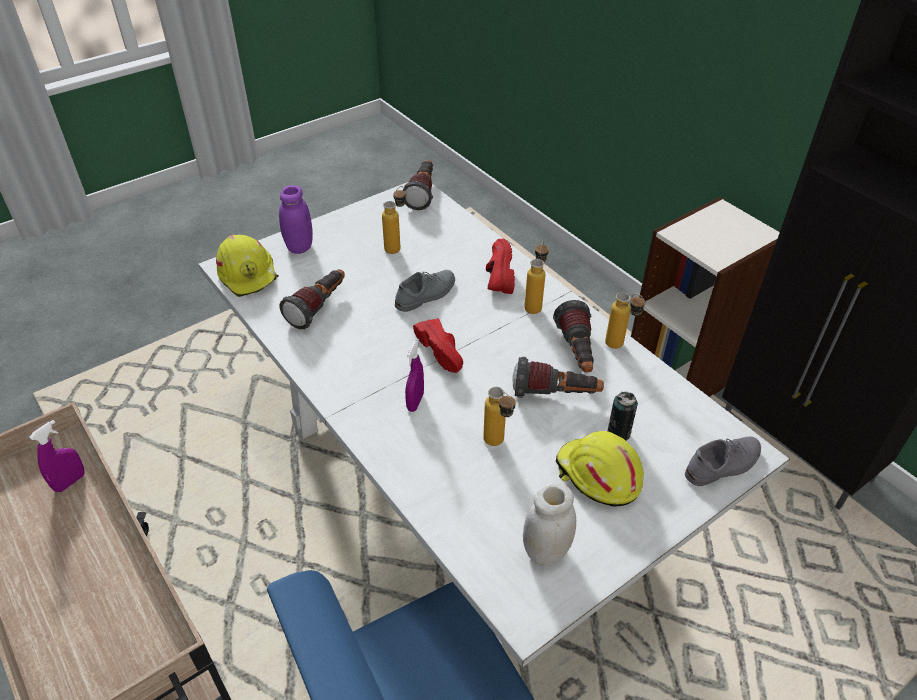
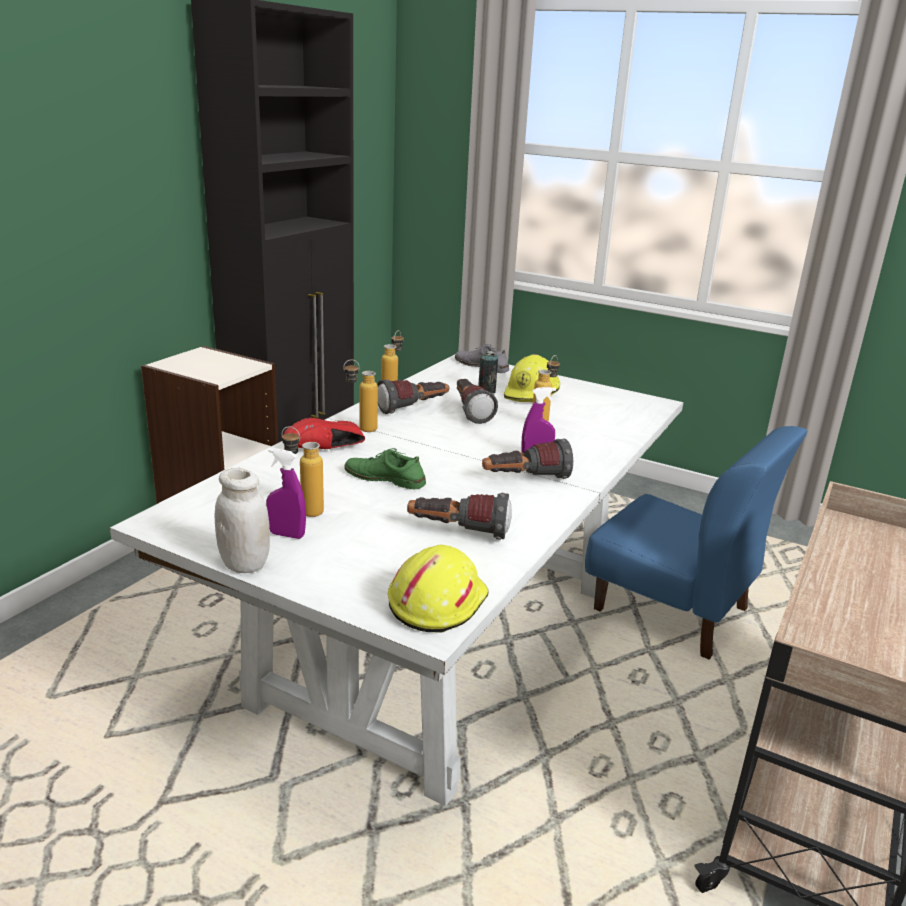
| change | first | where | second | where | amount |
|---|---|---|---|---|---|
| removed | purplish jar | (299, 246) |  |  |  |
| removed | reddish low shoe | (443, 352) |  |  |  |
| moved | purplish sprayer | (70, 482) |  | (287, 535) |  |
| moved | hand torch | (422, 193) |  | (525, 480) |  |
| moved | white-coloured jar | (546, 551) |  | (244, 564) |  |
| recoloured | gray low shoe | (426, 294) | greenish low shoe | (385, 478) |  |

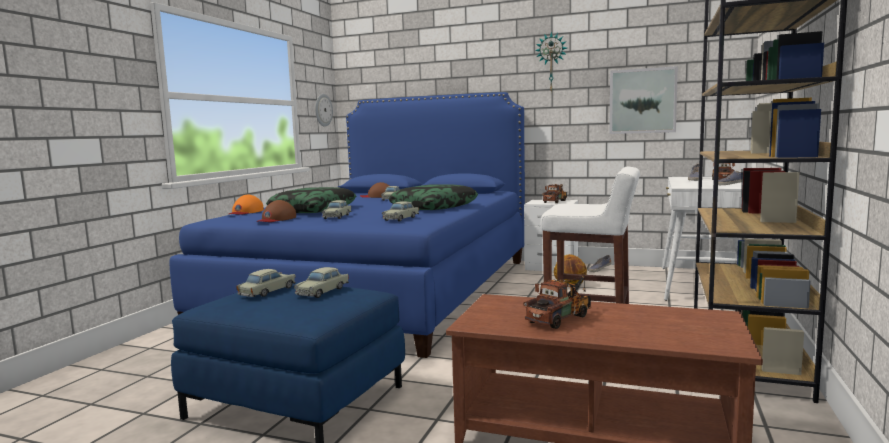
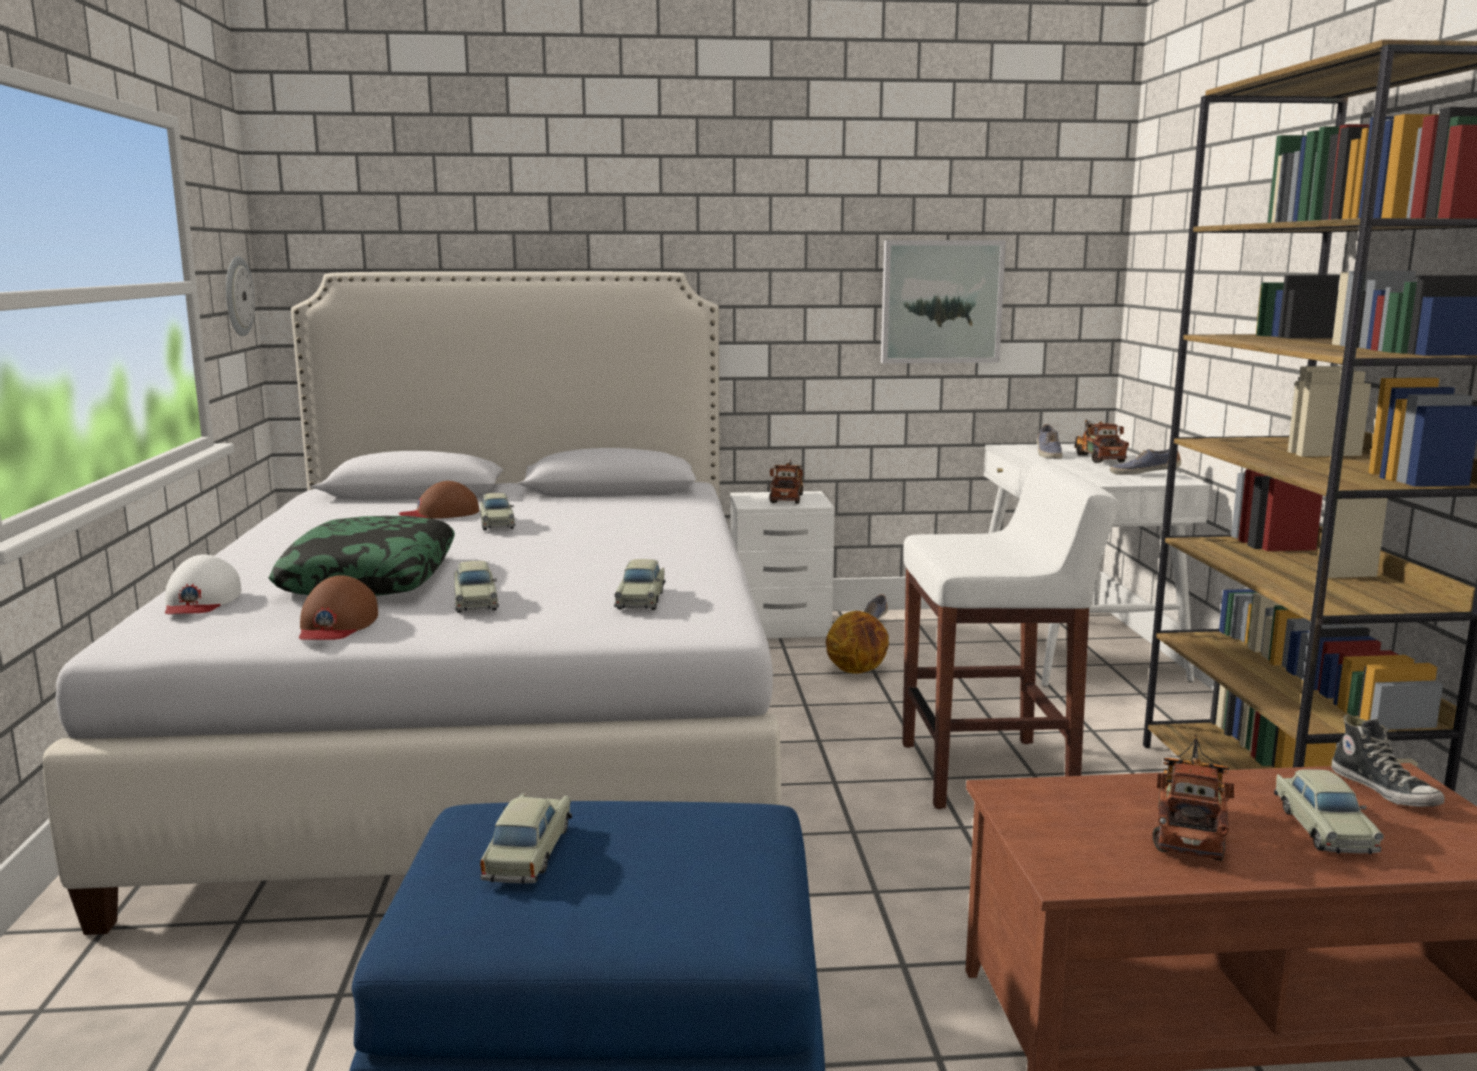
| change | first | where | second | where | amount |
|---|---|---|---|---|---|
| removed | pillow | (434, 206) |  |  |  |
| removed | wall clock | (551, 63) |  |  |  |
| added |  |  | low shoe | (1385, 790) |  |
| moved | sand-coloured model car | (323, 291) |  | (1323, 828) |  |
| recoloured | blue bedroom bed | (382, 290) | white-coloured bedroom bed | (490, 729) |  |
| recoloured | orange baseball cap | (245, 212) | white-coloured baseball cap | (201, 600) |  |

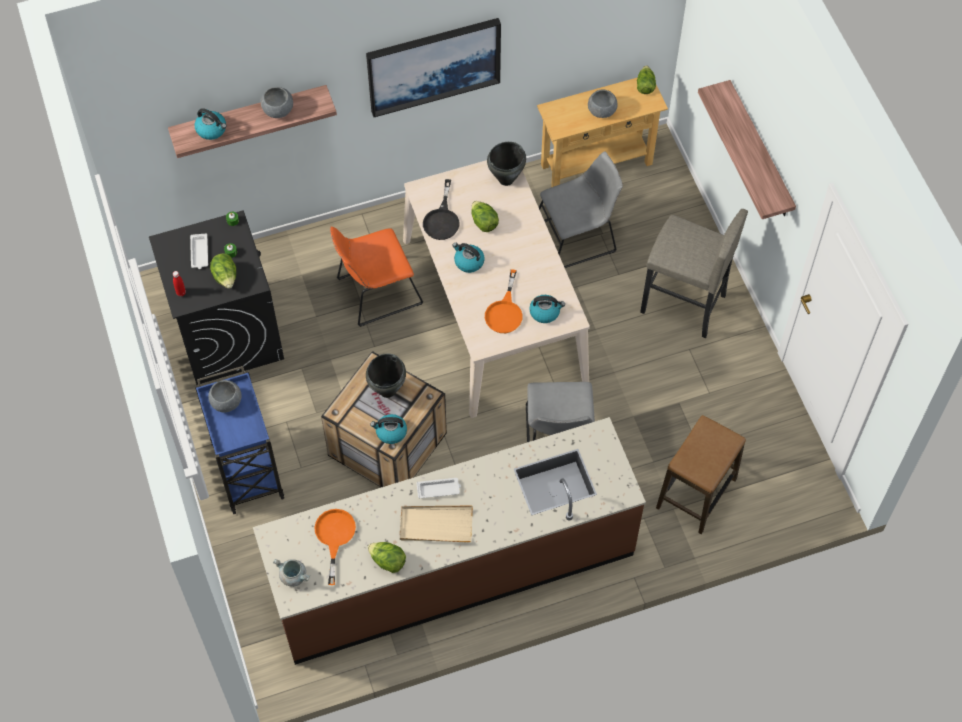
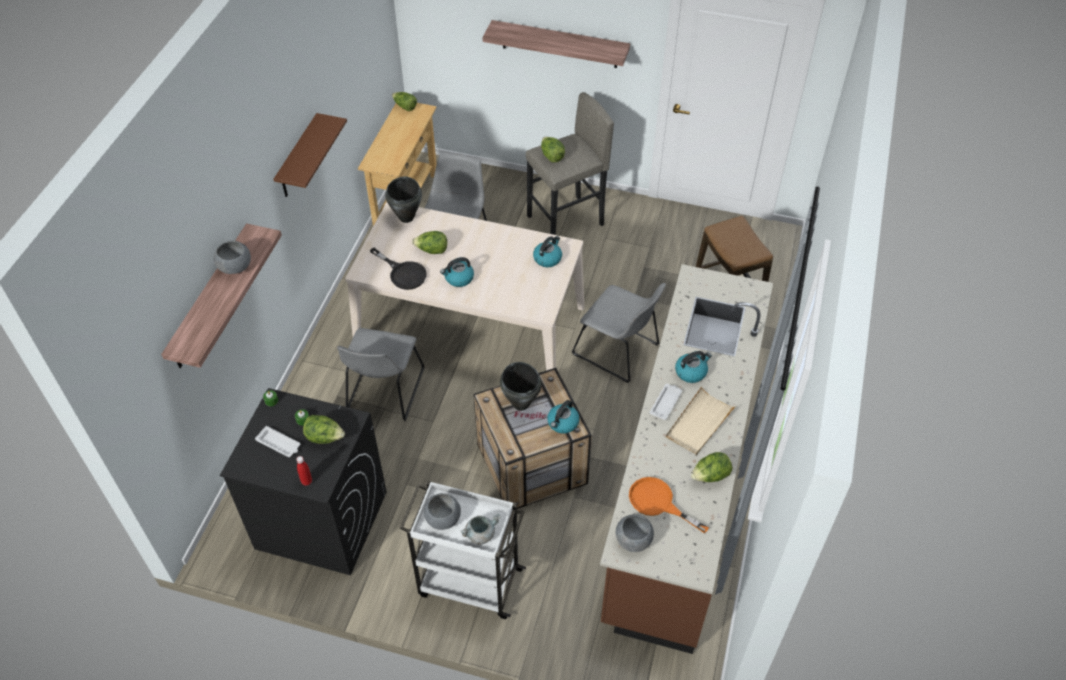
| change | first | where | second | where | amount |
|---|---|---|---|---|---|
| removed | orange skillet | (505, 312) |  |  |  |
| added |  |  | lettuce head | (551, 156) |  |
| moved | kettle | (212, 129) |  | (691, 372) |  |
| moved | gray stockpot | (294, 576) |  | (480, 534) |  |
| moved | gray bowl | (602, 111) |  | (633, 540) |  |
| replaced | picture | (433, 65) | brown-coloured shelf | (298, 158) |  |
| recoloured | blue cart | (246, 468) | white-coloured cart | (468, 582) |  |
| recoloured | orange plain chair | (376, 292) | gray plain chair | (384, 392) |  |

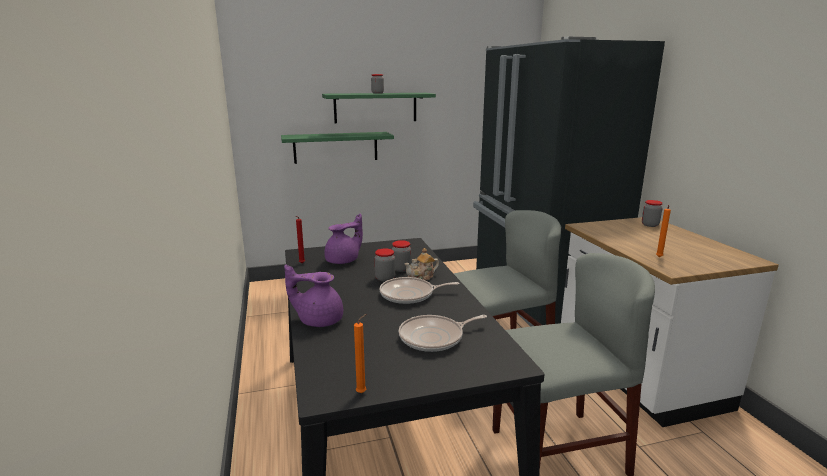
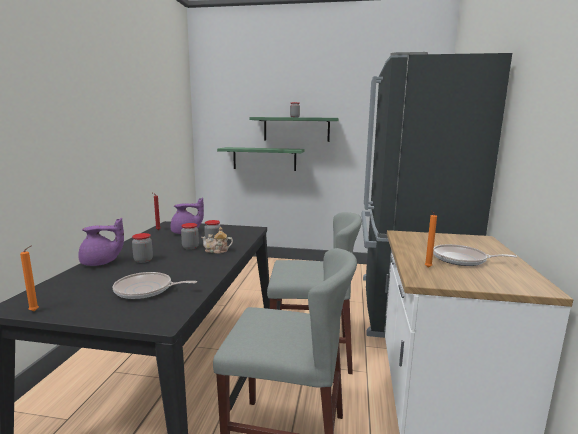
| change | first | where | second | where | amount |
|---|---|---|---|---|---|
| moved | skillet | (410, 295) |  | (462, 259) |  |
| moved | jar | (650, 225) |  | (143, 260) |  |
| turned | purplish tea pot | (319, 320) |  | (101, 263) | 135 degrees clockwise |

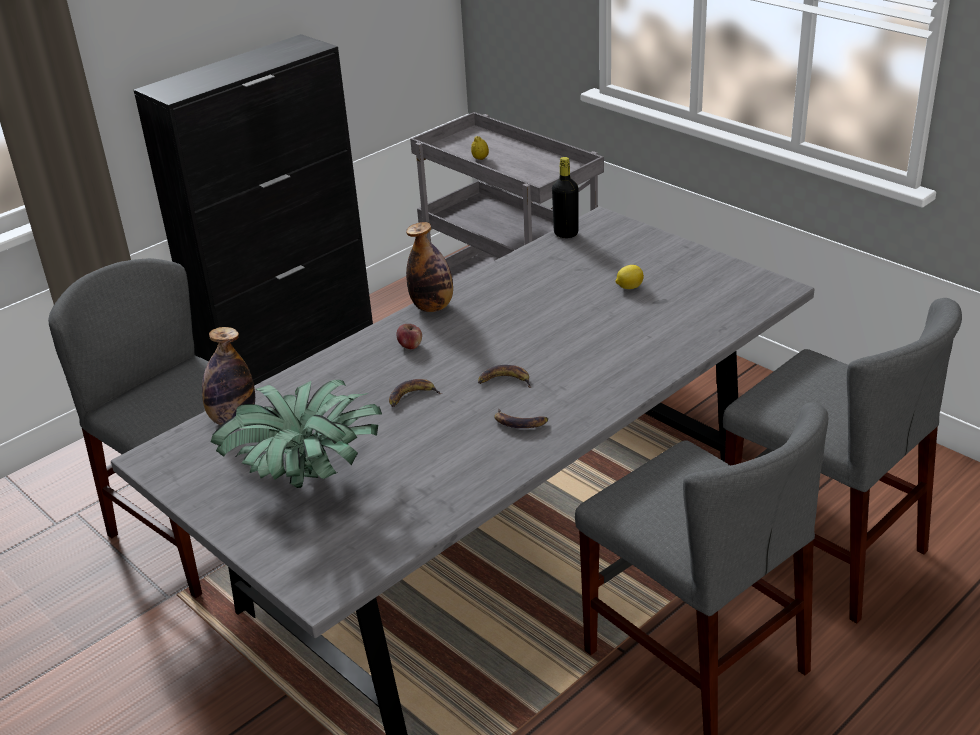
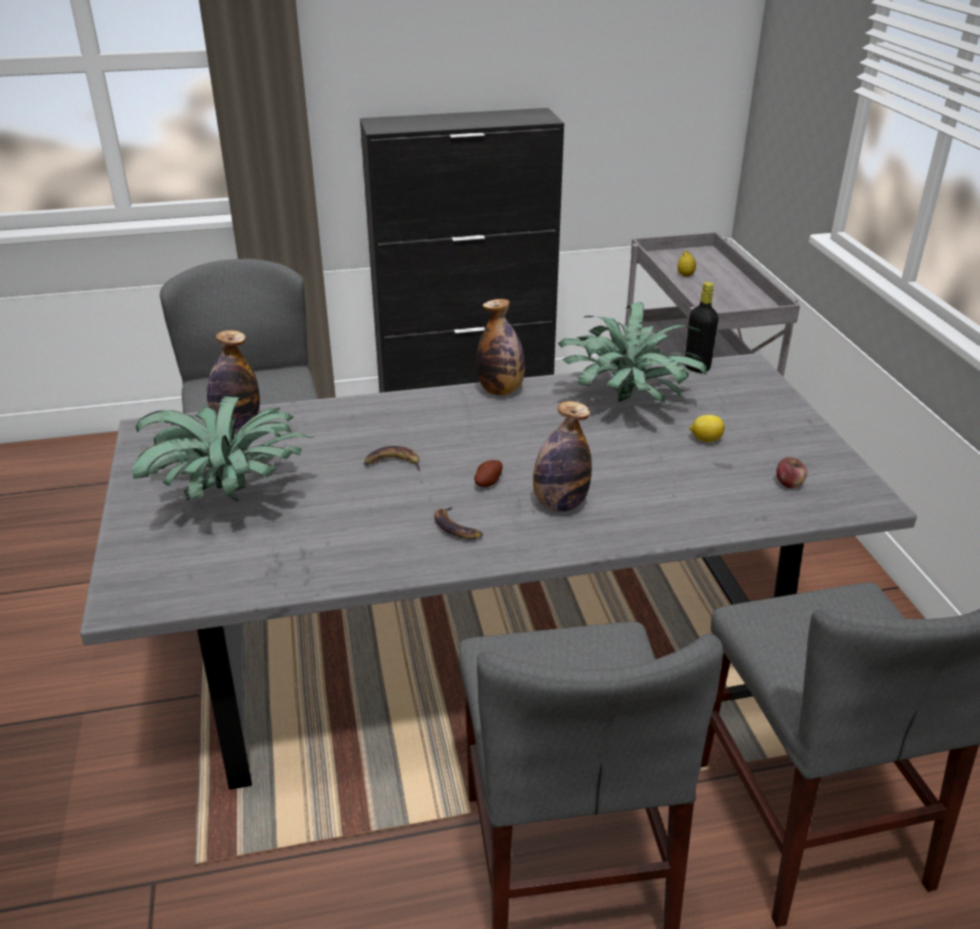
| change | first | where | second | where | amount |
|---|---|---|---|---|---|
| added |  |  | beverage bottle | (559, 504) |  |
| added |  |  | houseplant | (629, 402) |  |
| moved | whole apple | (410, 346) |  | (789, 483) |  |
| replaced | banana | (504, 381) | spud | (487, 482) |  |

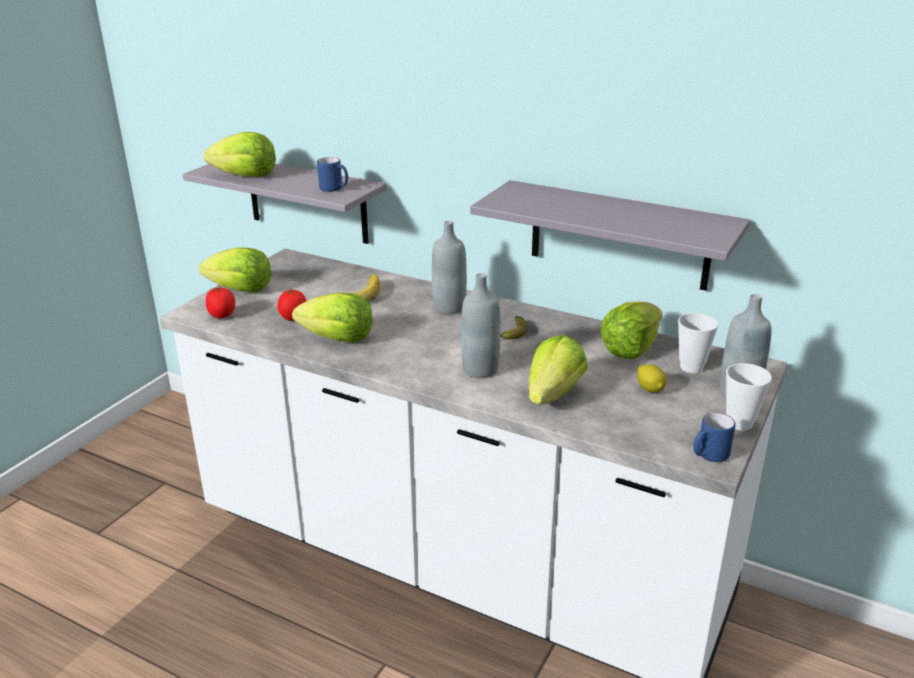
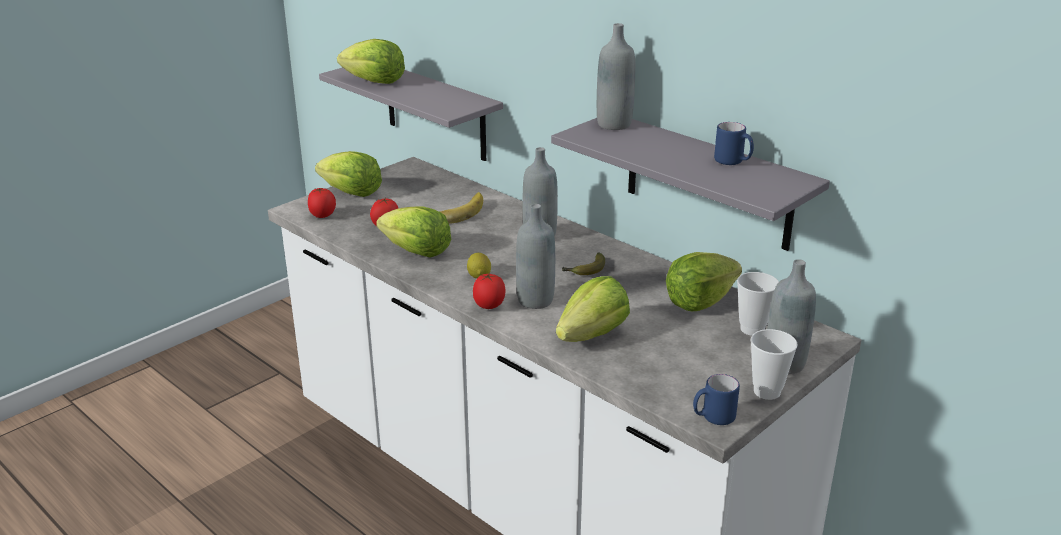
| change | first | where | second | where | amount |
|---|---|---|---|---|---|
| added |  |  | fresh tomato | (489, 306) |  |
| added |  |  | gray beverage bottle | (614, 124) |  |
| moved | blue tea mug | (334, 189) |  | (733, 162) |  |
| moved | whole lemon | (650, 389) |  | (479, 276) |  |

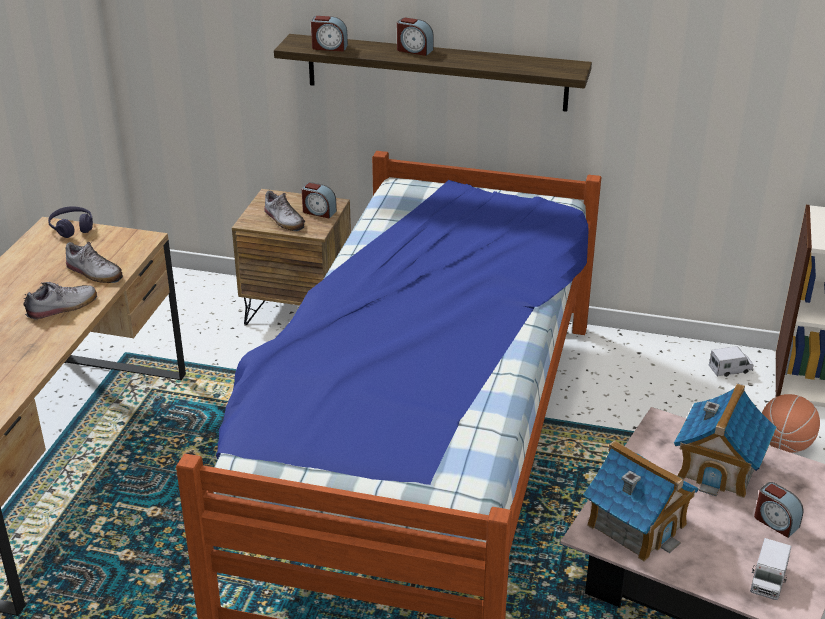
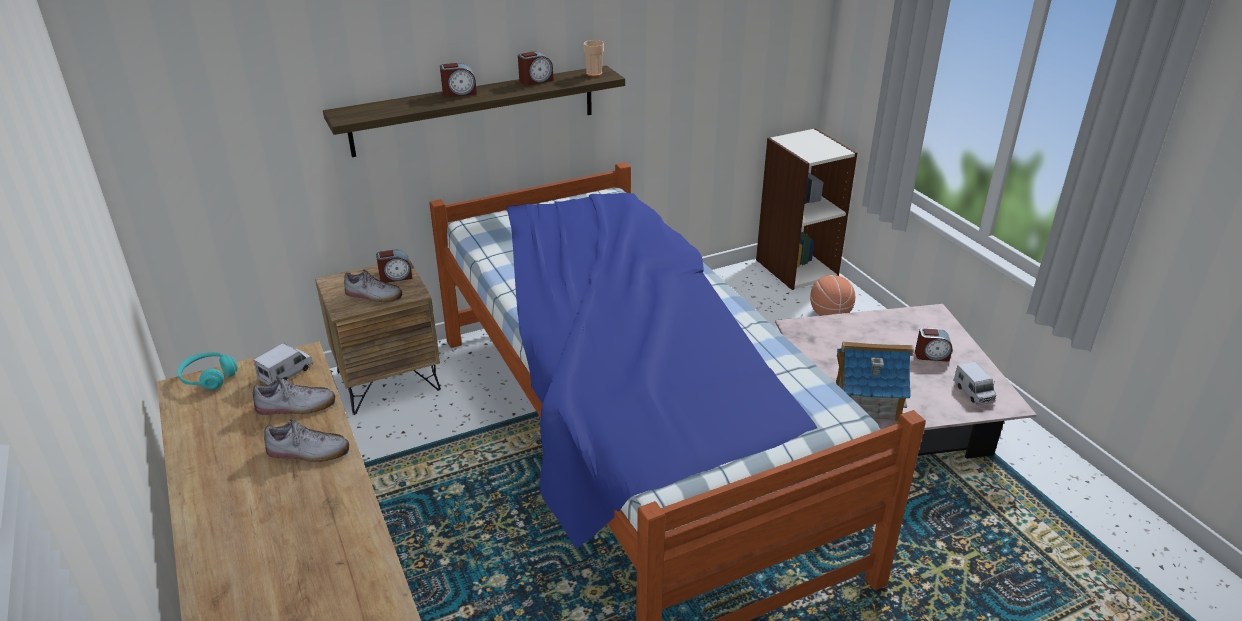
| change | first | where | second | where | amount |
|---|---|---|---|---|---|
| removed | model house | (719, 467) |  |  |  |
| added |  |  | cup | (594, 74) |  |
| moved | table clock | (329, 47) |  | (535, 81) |  |
| moved | toy lorry | (730, 369) |  | (287, 373) |  |
| recoloured | purplish pair of headphones | (72, 228) | turquoise pair of headphones | (209, 377) |  |
| turned | low shoe | (62, 307) |  | (308, 451) | 75 degrees clockwise |

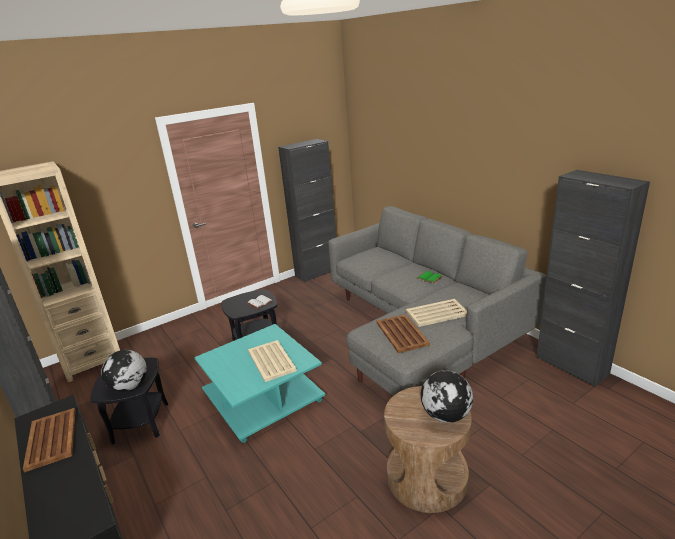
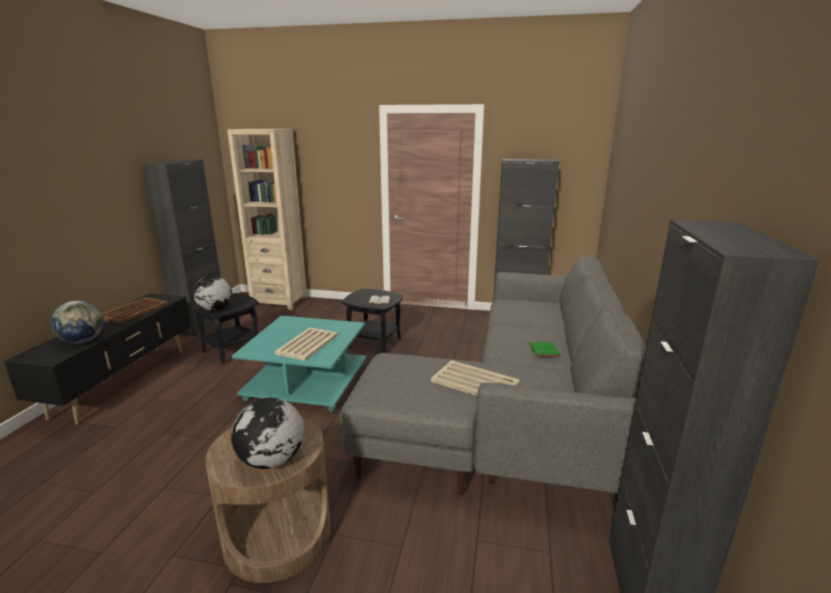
| change | first | where | second | where | amount |
|---|---|---|---|---|---|
| removed | brown-coloured serving tray | (402, 334) |  |  |  |
| added |  |  | globe | (83, 341) |  |

